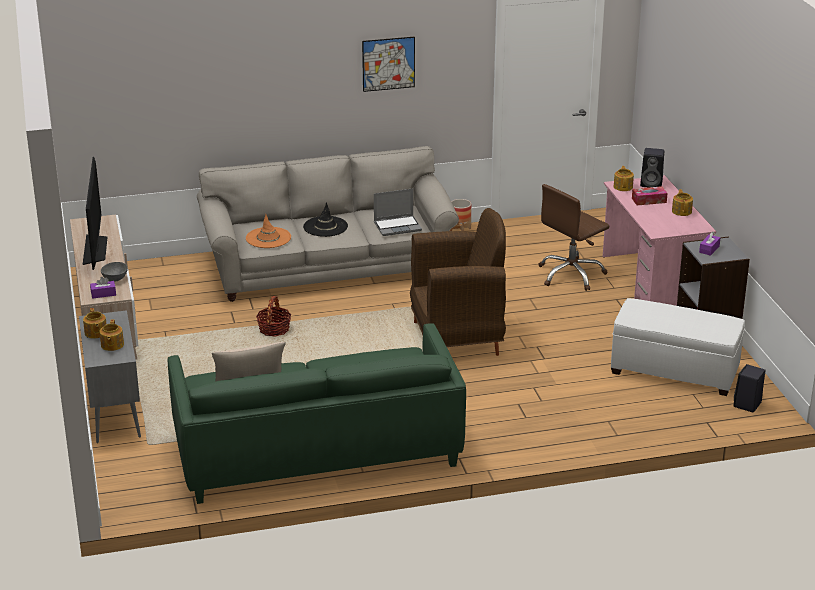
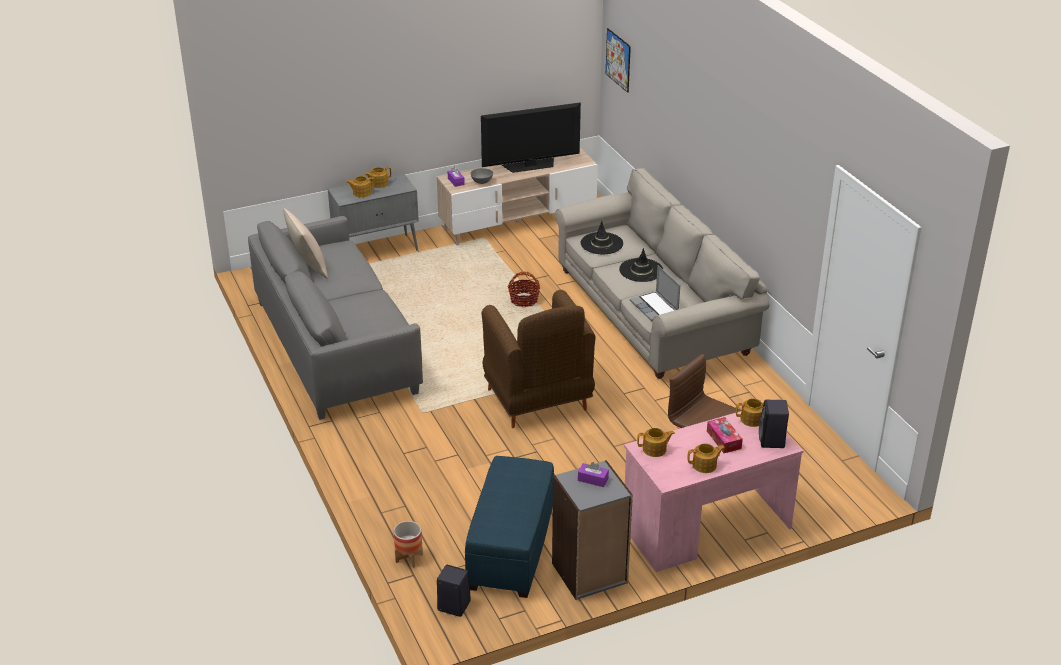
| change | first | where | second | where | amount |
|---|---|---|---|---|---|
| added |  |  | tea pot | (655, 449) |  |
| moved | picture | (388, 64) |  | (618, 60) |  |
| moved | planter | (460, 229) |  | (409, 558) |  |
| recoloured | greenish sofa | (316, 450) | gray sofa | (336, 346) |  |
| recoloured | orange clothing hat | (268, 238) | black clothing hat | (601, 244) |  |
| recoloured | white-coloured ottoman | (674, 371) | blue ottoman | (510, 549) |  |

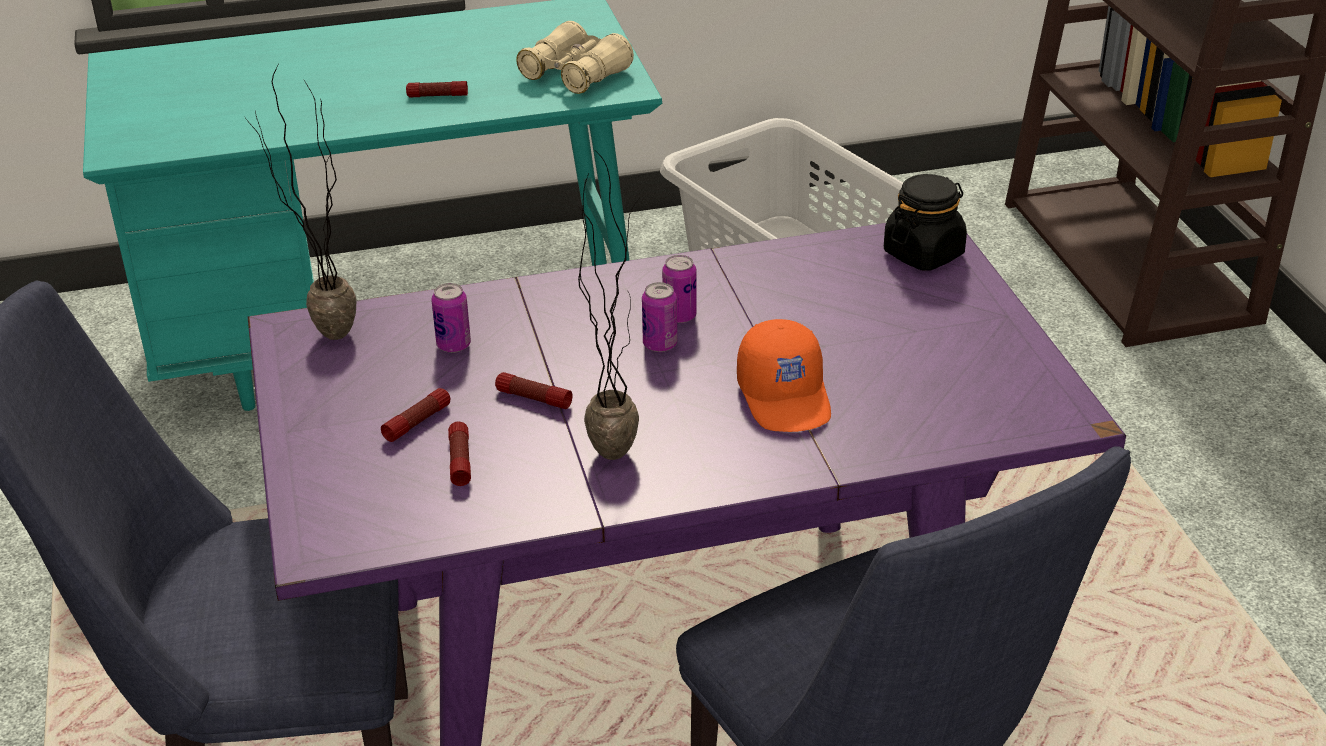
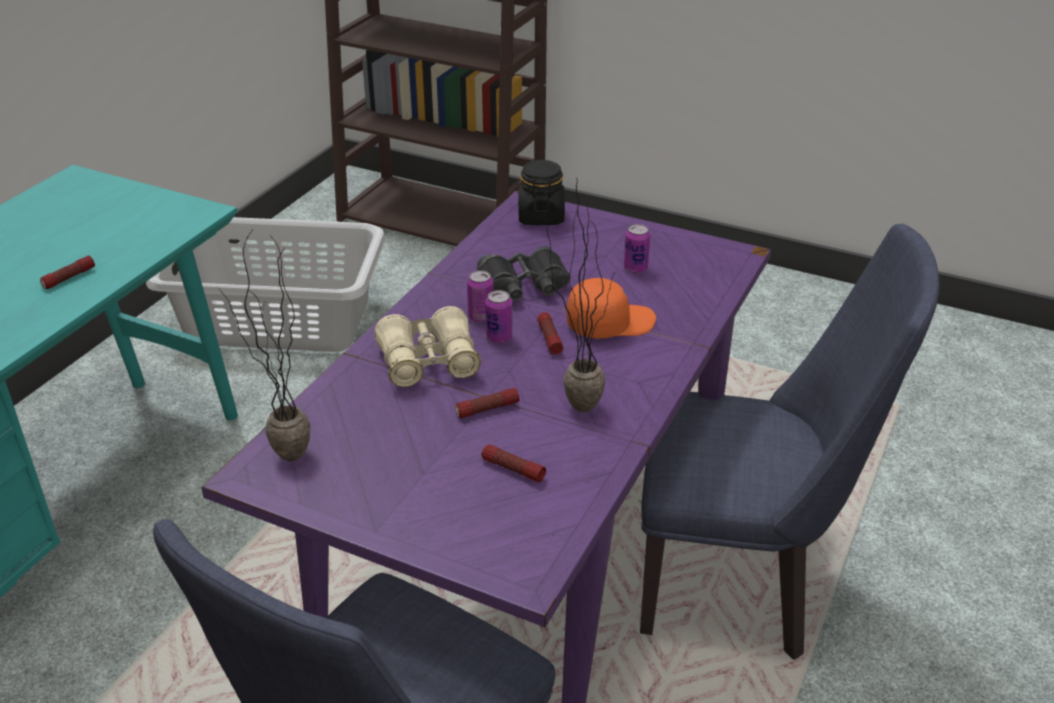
| change | first | where | second | where | amount |
|---|---|---|---|---|---|
| added |  |  | black binoculars | (523, 286) |  |
| moved | hand torch | (417, 422) |  | (549, 338) |  |
| moved | can | (453, 345) |  | (635, 268) |  |
| moved | sand-coloured binoculars | (575, 75) |  | (428, 362) |  |
| turned | orange baseball cap | (786, 397) |  | (610, 323) | 45 degrees counterclockwise |

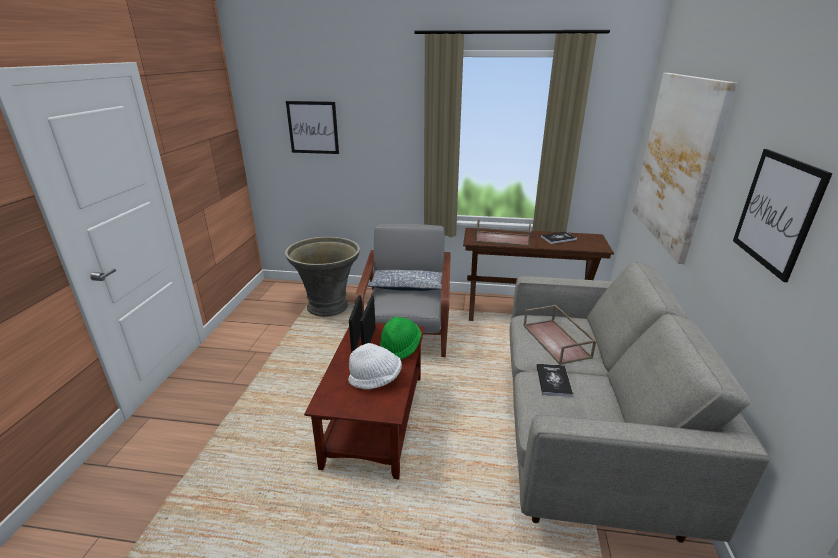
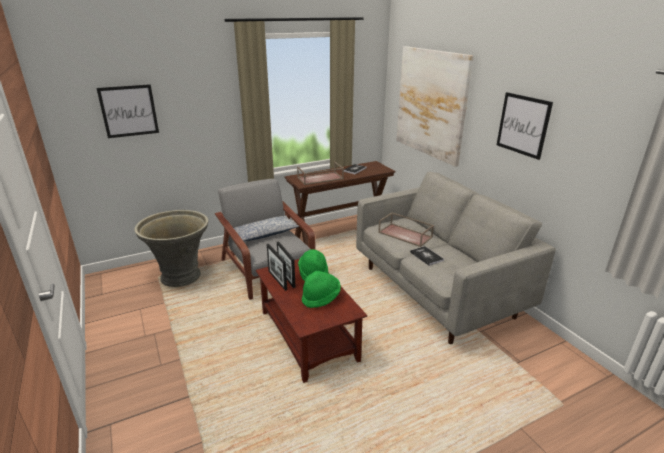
| change | first | where | second | where | amount |
|---|---|---|---|---|---|
| recoloured | white-coloured clothing hat | (375, 379) | greenish clothing hat | (321, 298) |  |

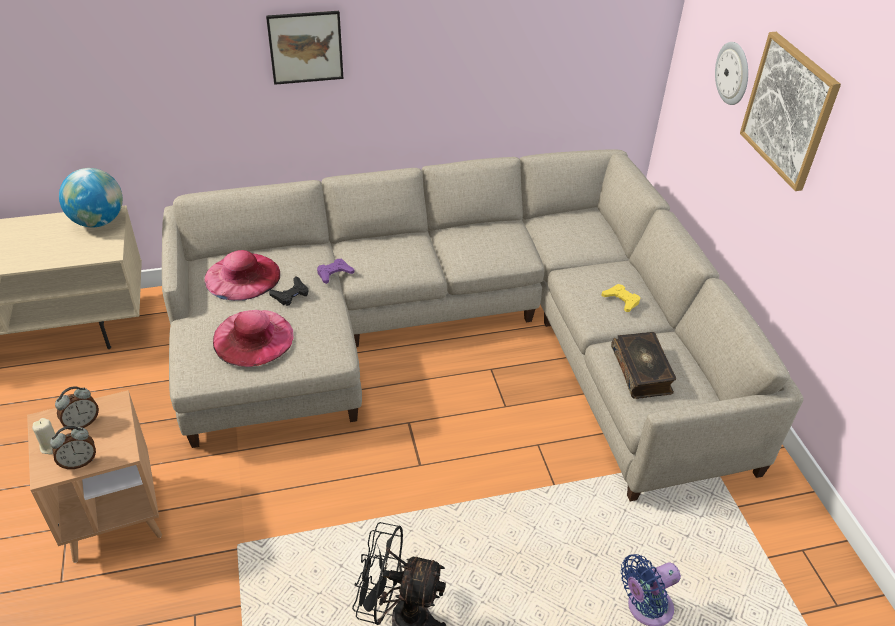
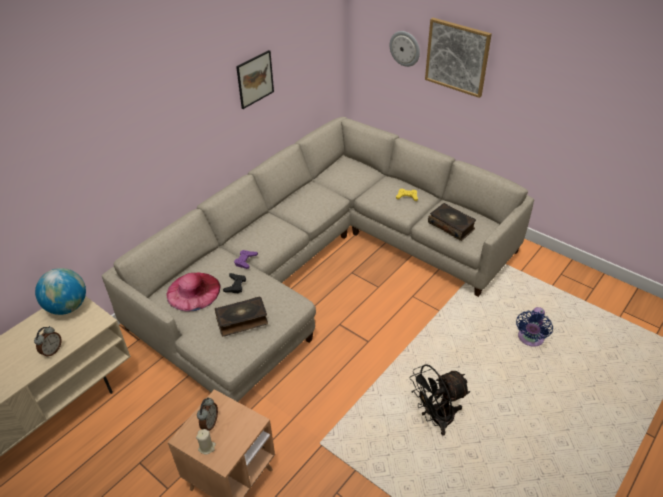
| change | first | where | second | where | amount |
|---|---|---|---|---|---|
| moved | table clock | (79, 462) |  | (52, 351) |  |
| moved | picture | (305, 47) |  | (255, 79) |  |
| replaced | pink clothing hat | (253, 337) | book | (242, 320) |  |

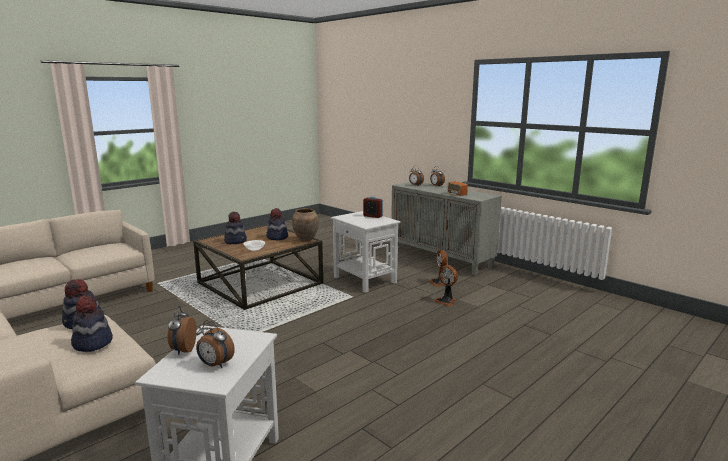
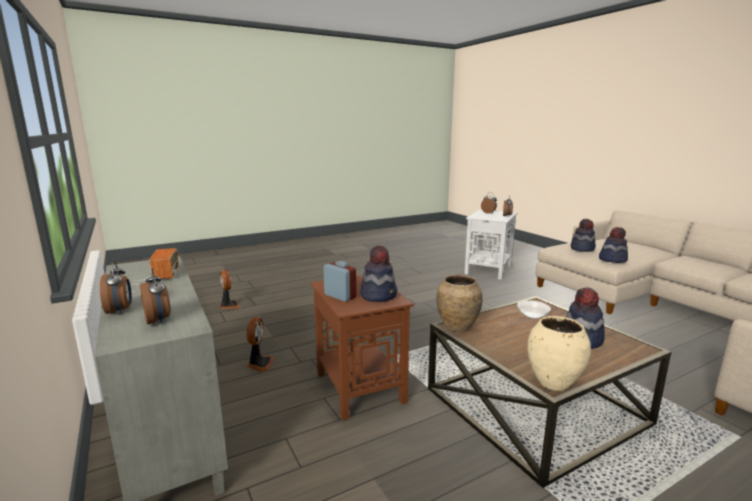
| change | first | where | second | where | amount |
|---|---|---|---|---|---|
| added |  |  | sand-coloured flower vase | (552, 383) |  |
| moved | clothing hat | (277, 237) |  | (379, 295) |  |
| moved | fan | (446, 301) |  | (229, 306) |  |
| recoloured | white-coloured side table | (365, 280) | brown-coloured side table | (359, 386) |  |

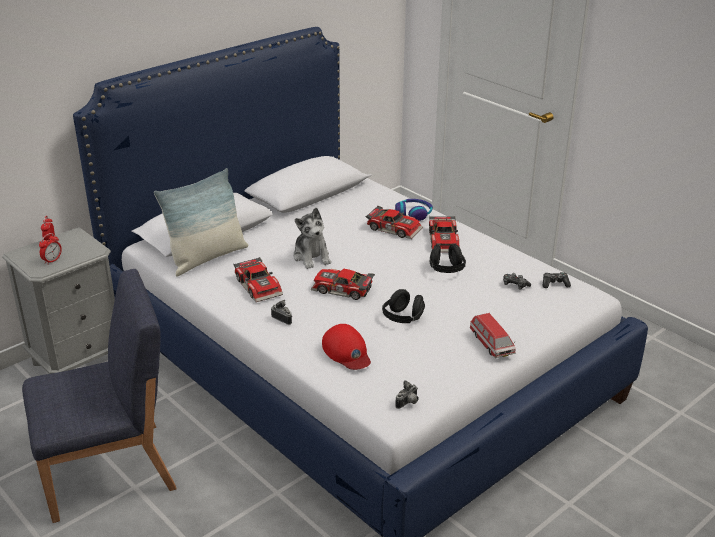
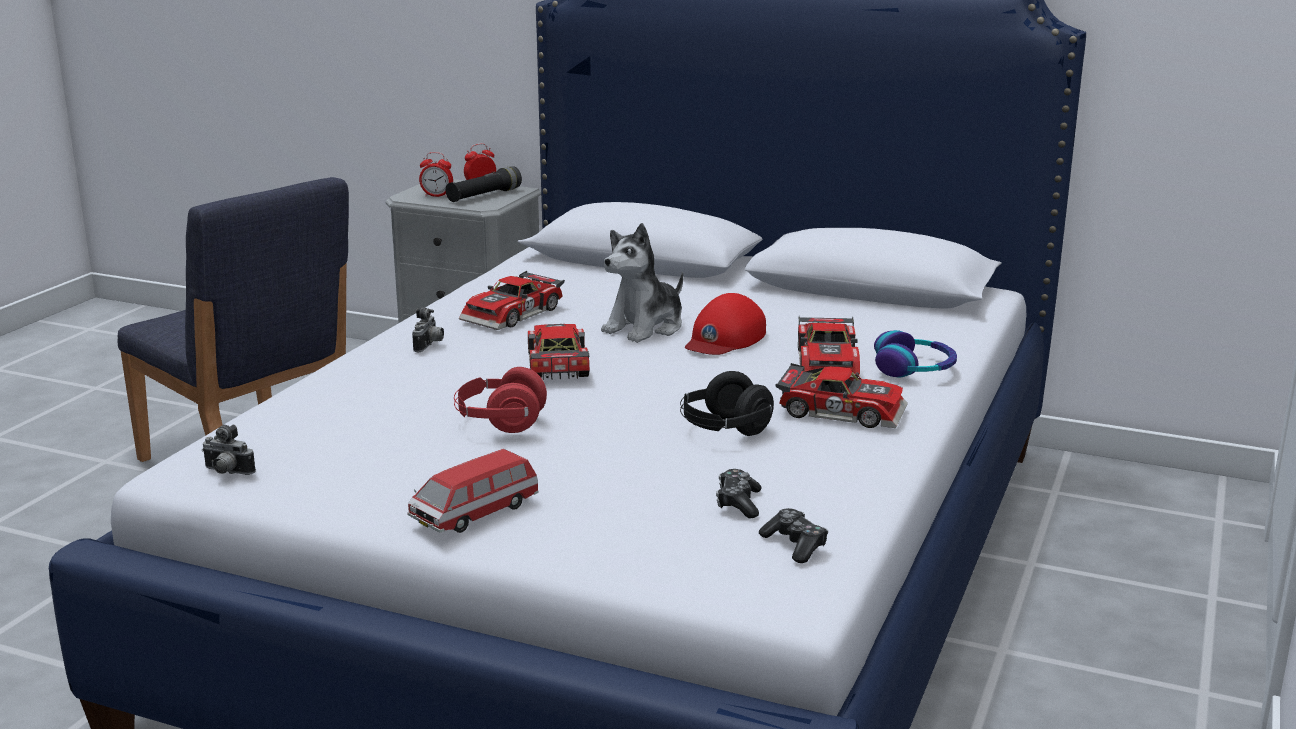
| change | first | where | second | where | amount |
|---|---|---|---|---|---|
| removed | pillow | (207, 258) |  |  |  |
| added |  |  | black hand torch | (484, 196) |  |
| moved | reddish baseball cap | (347, 352) |  | (724, 338) |  |
| recoloured | black pair of headphones | (403, 318) | reddish pair of headphones | (500, 422) |  |
| turned | model car | (445, 240) |  | (842, 410) | 135 degrees counterclockwise |

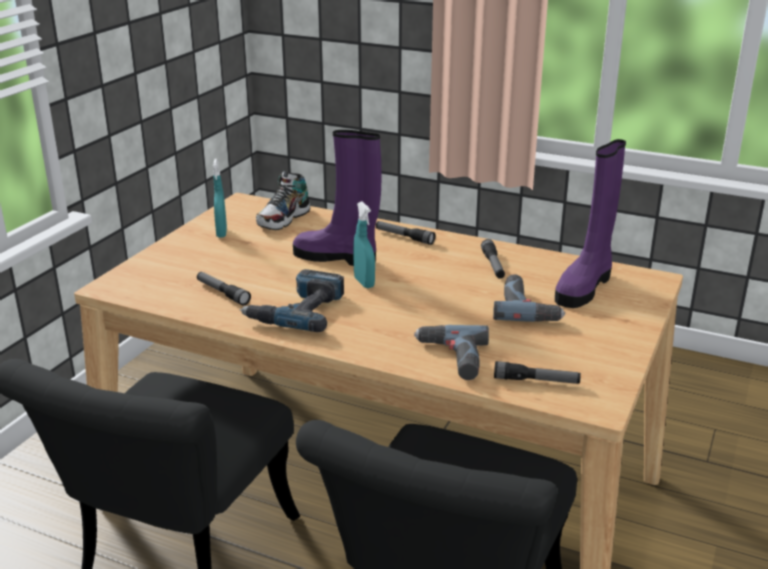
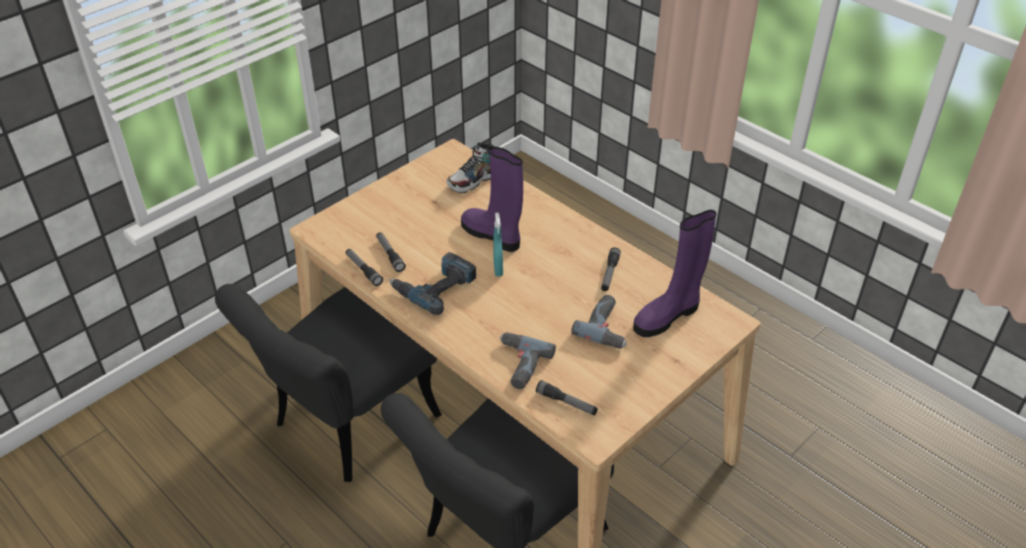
| change | first | where | second | where | amount |
|---|---|---|---|---|---|
| removed | turquoise sprayer | (221, 233) |  |  |  |
| moved | hand torch | (404, 237) |  | (363, 270) |  |

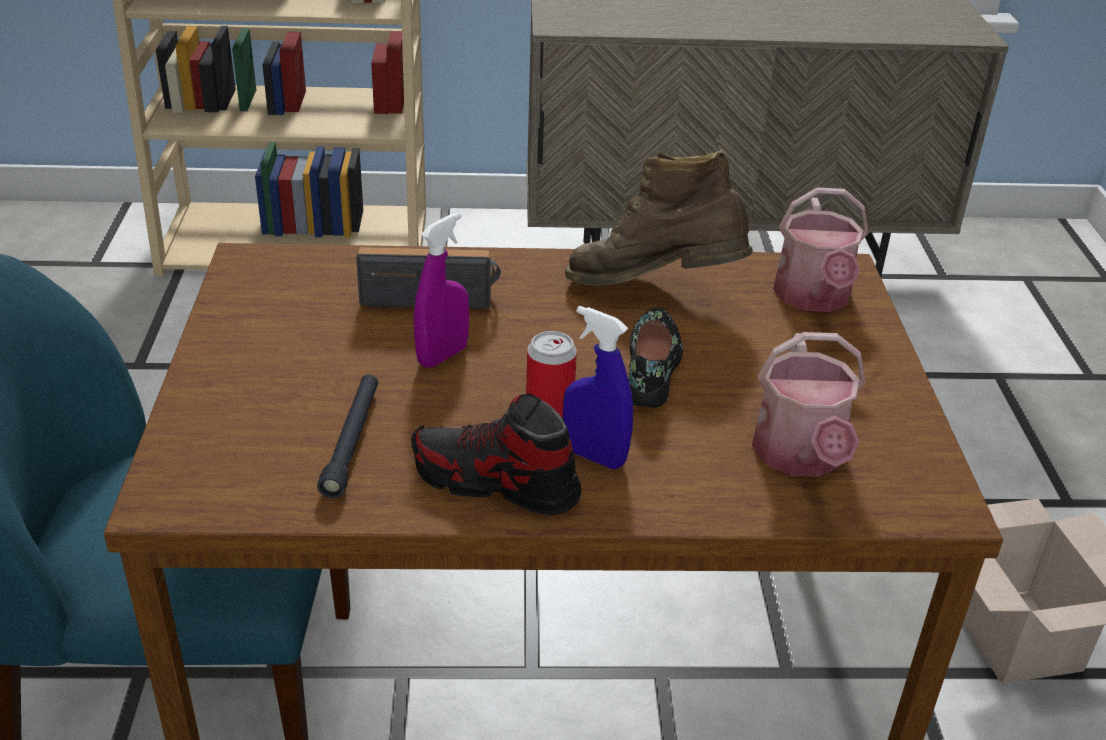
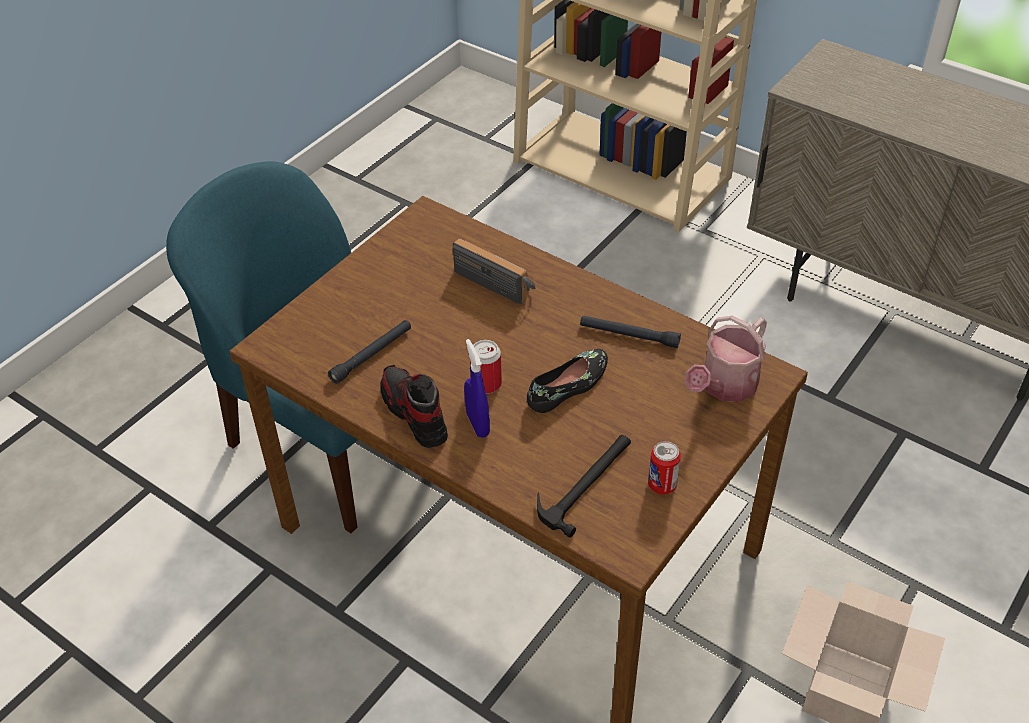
| change | first | where | second | where | amount |
|---|---|---|---|---|---|
| removed | purplish sprayer | (442, 356) |  |  |  |
| added |  |  | can | (662, 485) |  |
| replaced | brown-coloured high-top boot | (654, 291) | black hand torch | (629, 336) |  |
| replaced | sprinkling can | (801, 457) | hammer | (586, 483) |  |

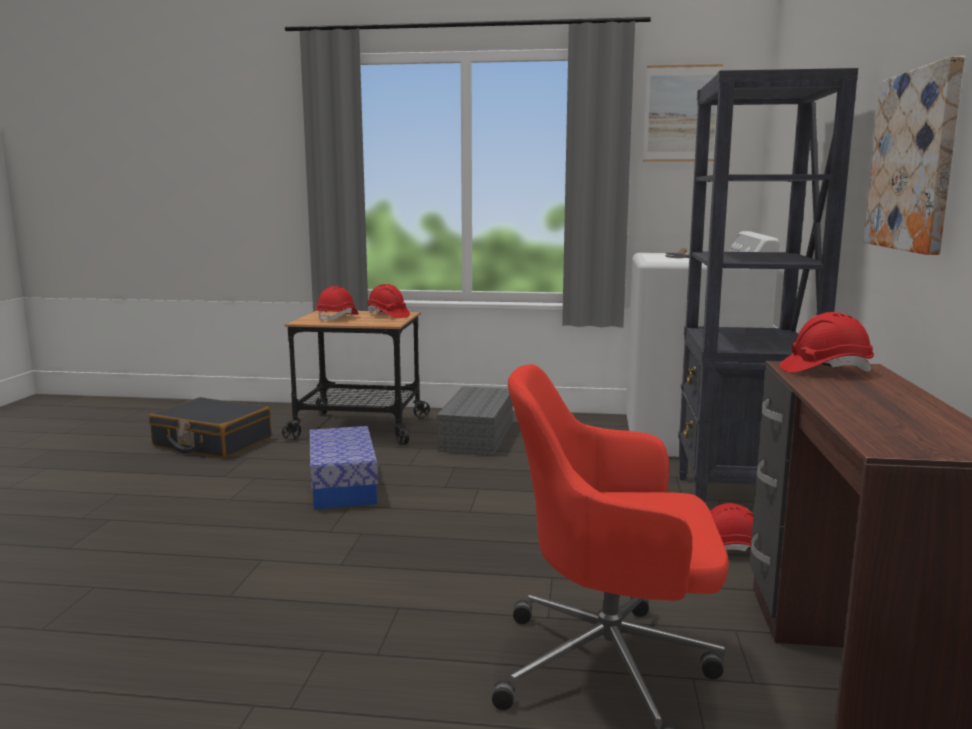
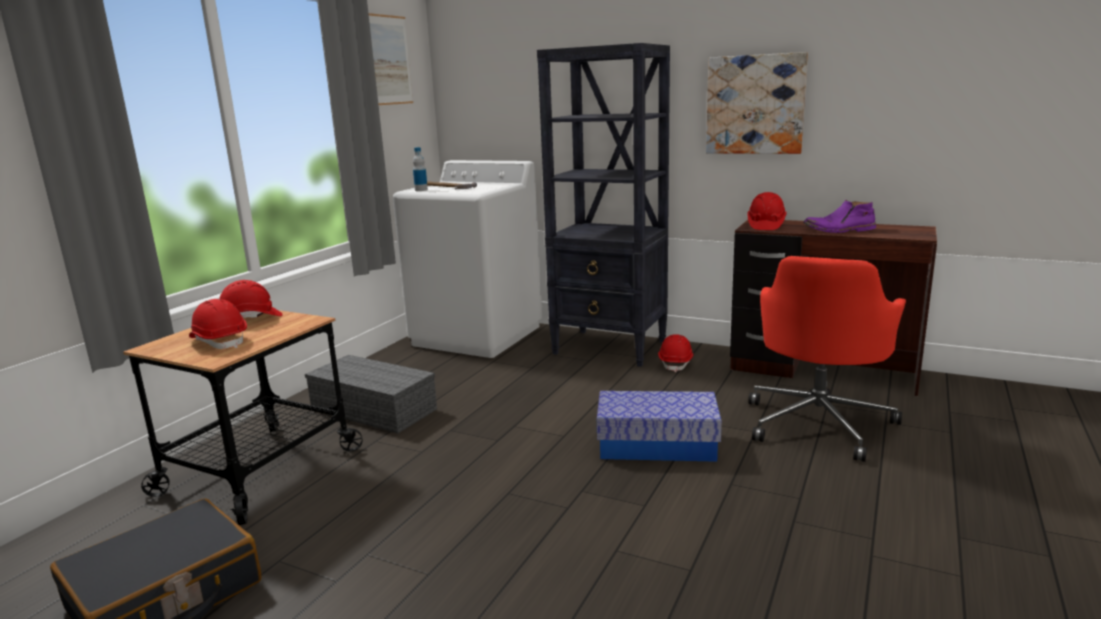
| change | first | where | second | where | amount |
|---|---|---|---|---|---|
| added |  |  | beverage bottle | (421, 190) |  |
| added |  |  | purplish high-top boot | (839, 230) |  |
| moved | storage container | (343, 485) |  | (657, 445) |  |

